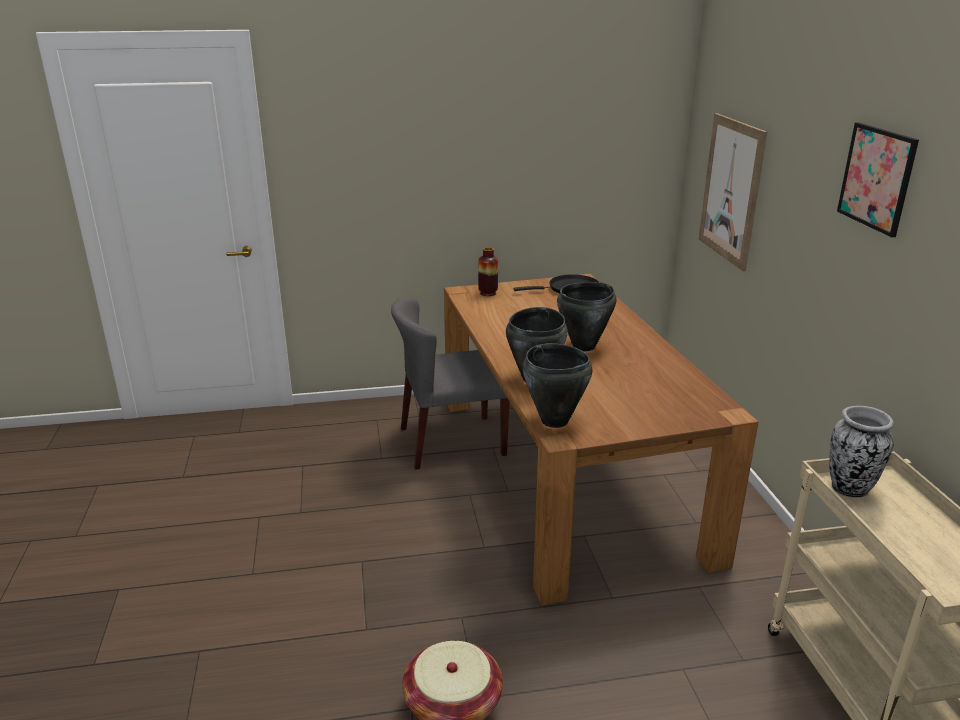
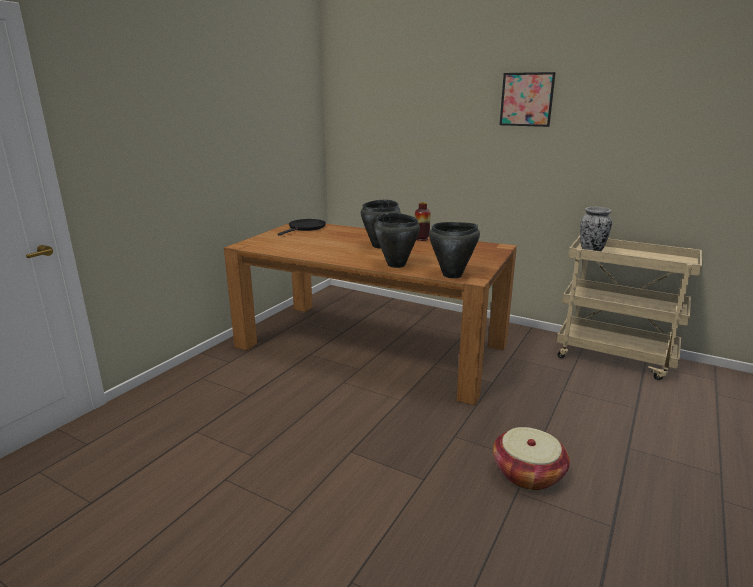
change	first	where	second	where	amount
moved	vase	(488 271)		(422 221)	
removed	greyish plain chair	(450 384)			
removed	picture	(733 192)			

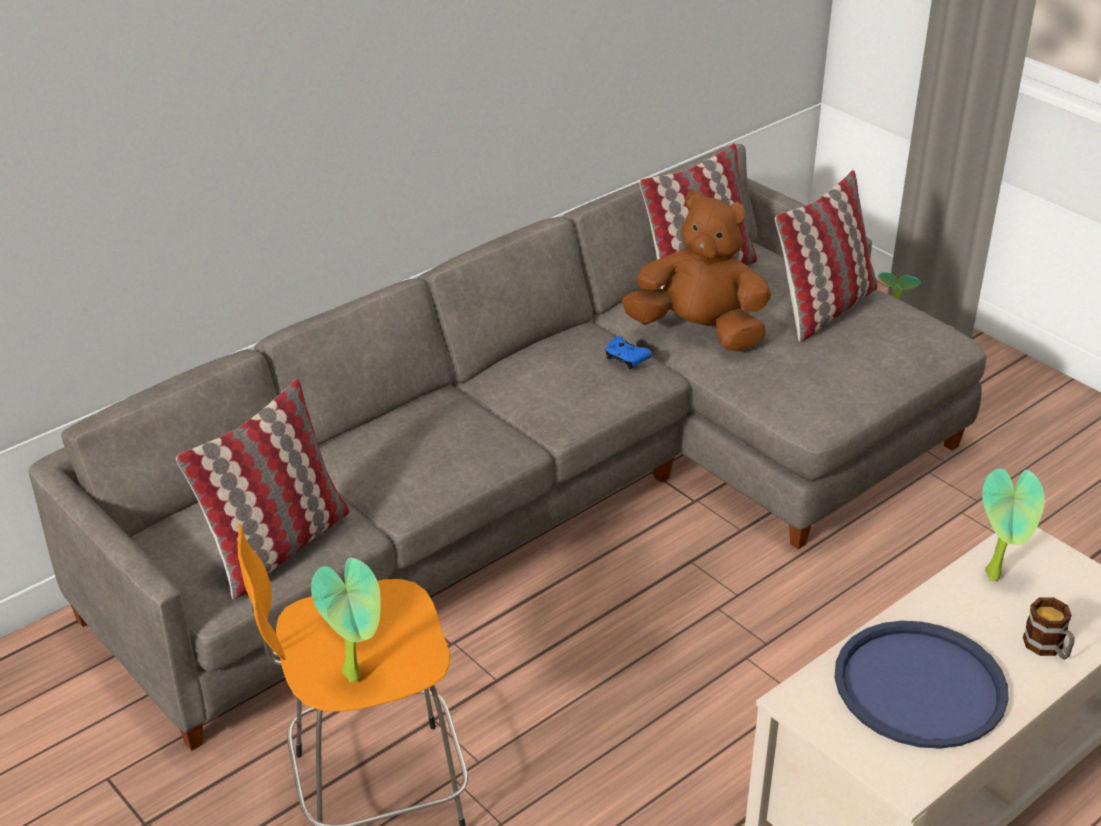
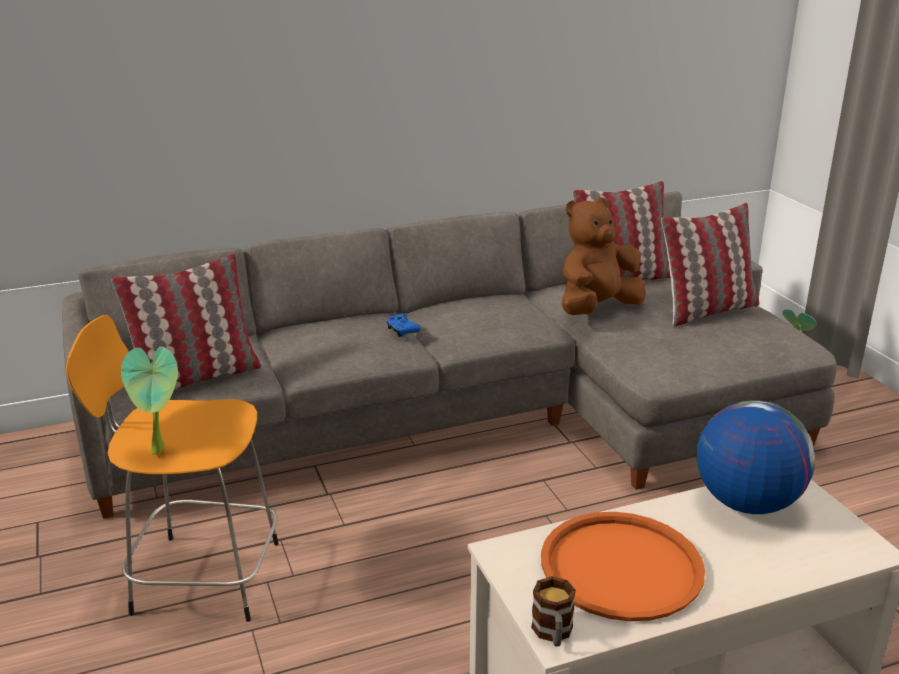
change	first	where	second	where	amount
moved	bluish game controller	(628 352)		(403 325)	
moved	coffee mug	(1049 628)		(553 611)	
recoloured	bluish tray	(921 685)	orange-coloured tray	(623 566)	
turned	brown-coloured soft toy	(696 271)		(603 256)	75 degrees counterclockwise
replaced	potted plant	(1013 524)	globe	(756 457)	

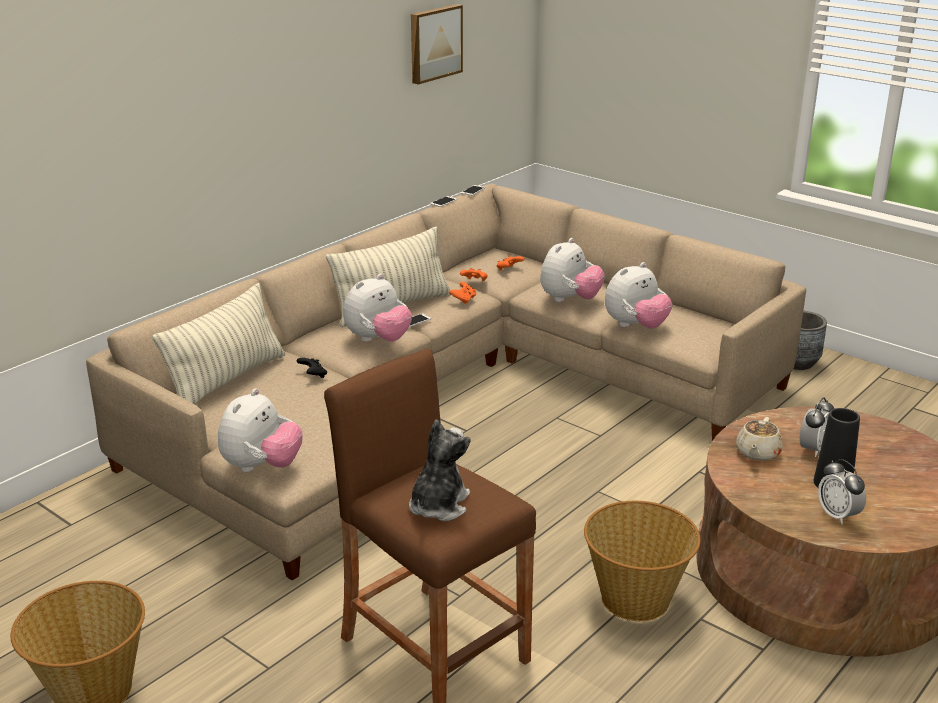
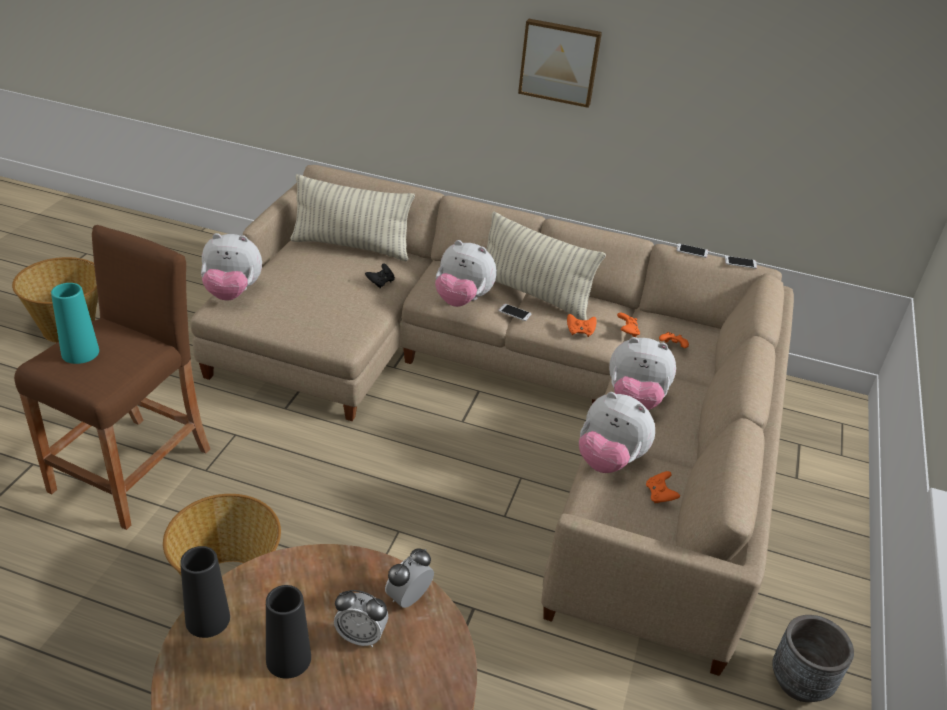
change	first	where	second	where	amount
replaced	soft toy	(440 470)	blue-green vase	(75 323)	
added			black vase	(205 592)	
moved	alarm clock	(842 492)		(409 578)	
moved	picture	(437 44)		(560 63)	
added			orange-coloured game controller	(663 487)	
removed	beige pot for tea	(759 439)			

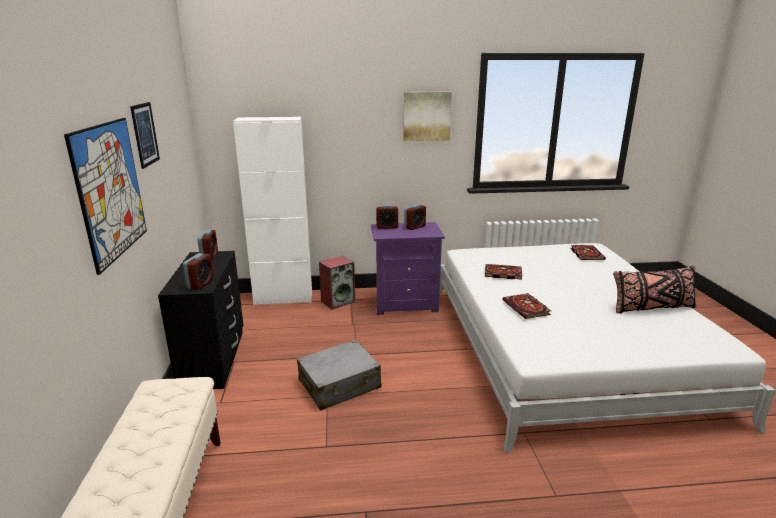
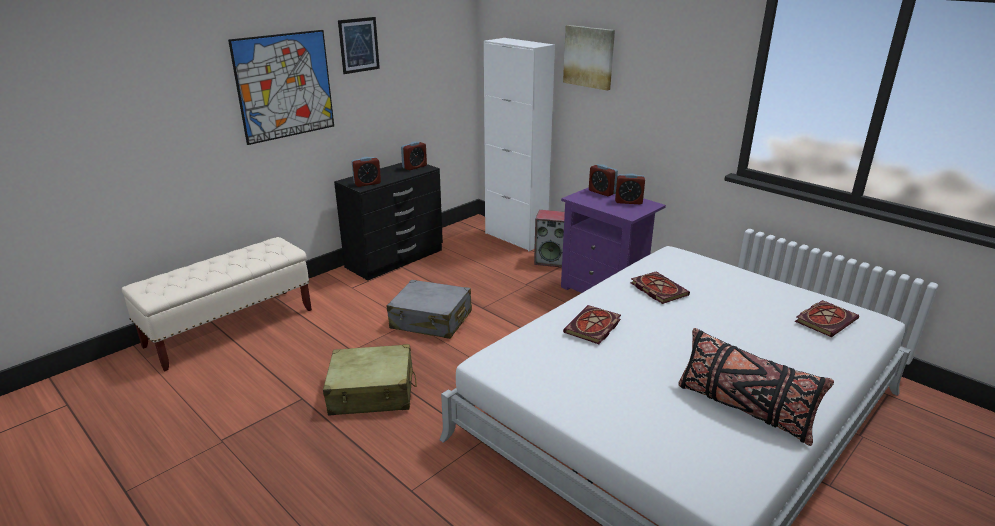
change	first	where	second	where	amount
added			beige piece of luggage	(370 380)	
moved	picture	(427 116)		(589 57)	

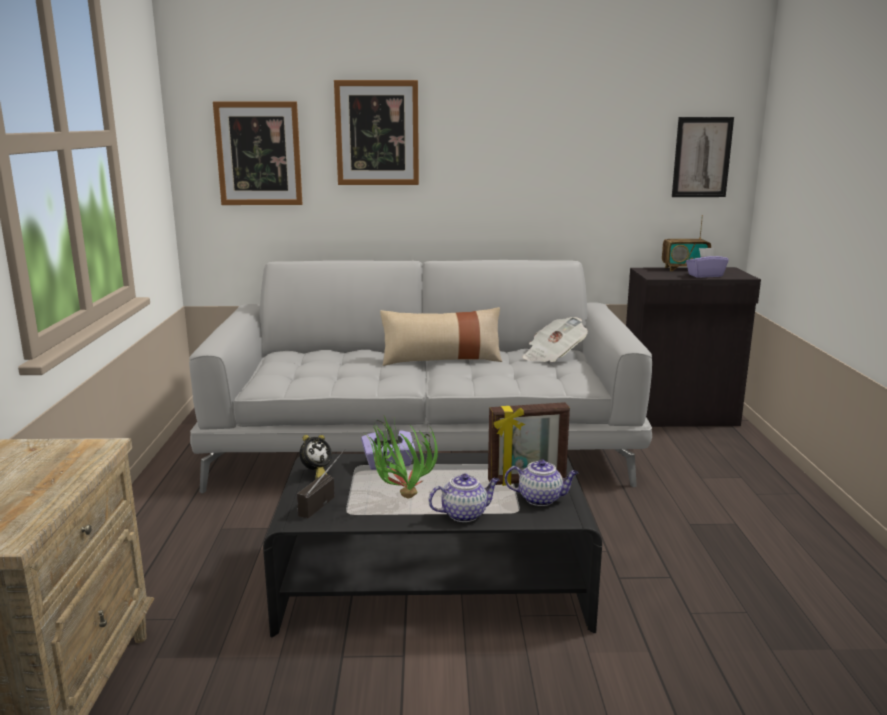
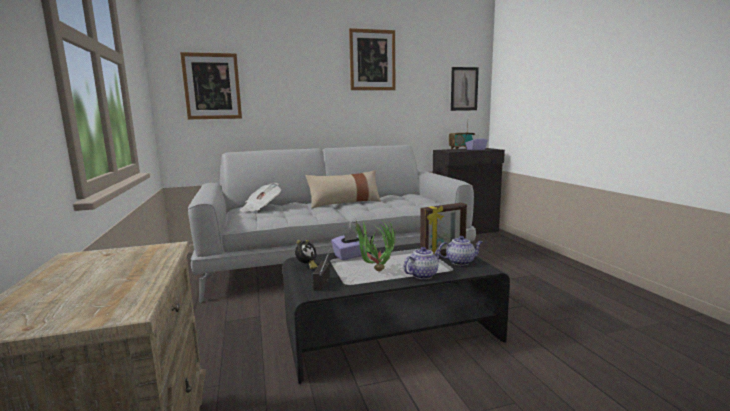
change	first	where	second	where	amount
moved	newspaper	(555 339)		(260 197)	
moved	picture	(376 132)		(372 59)	

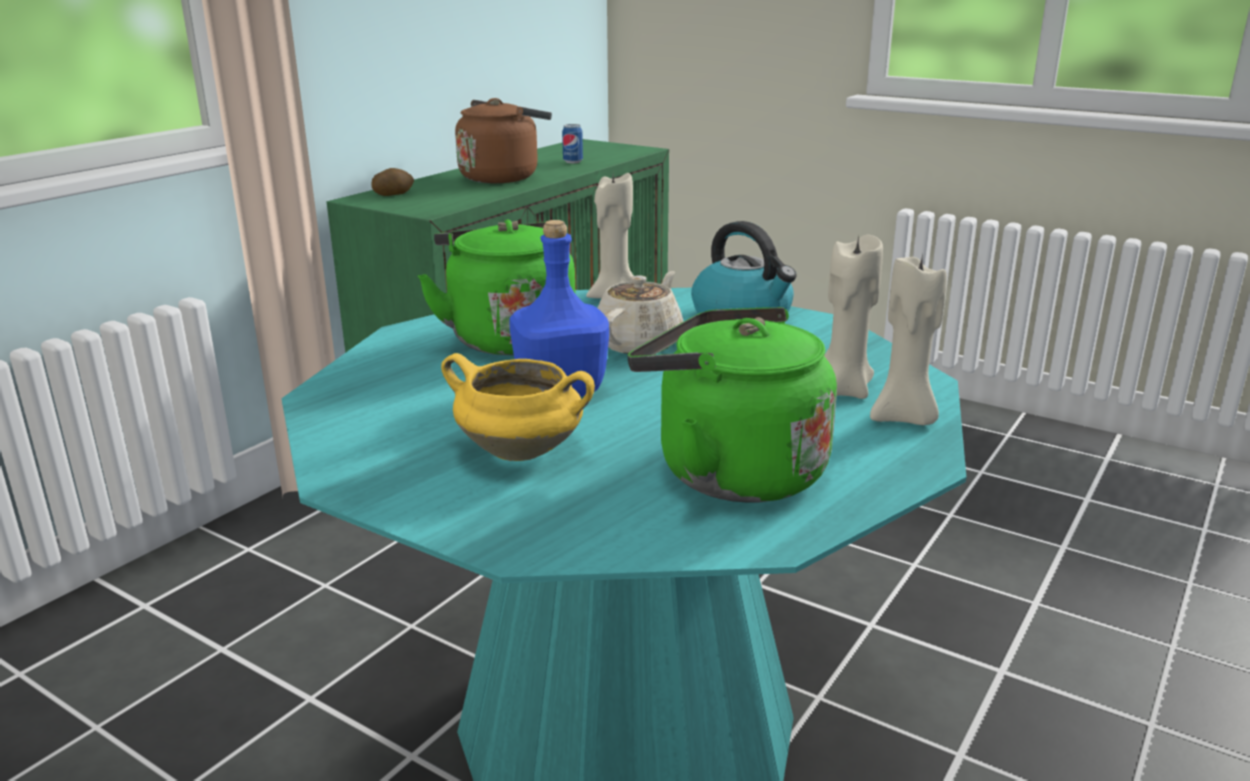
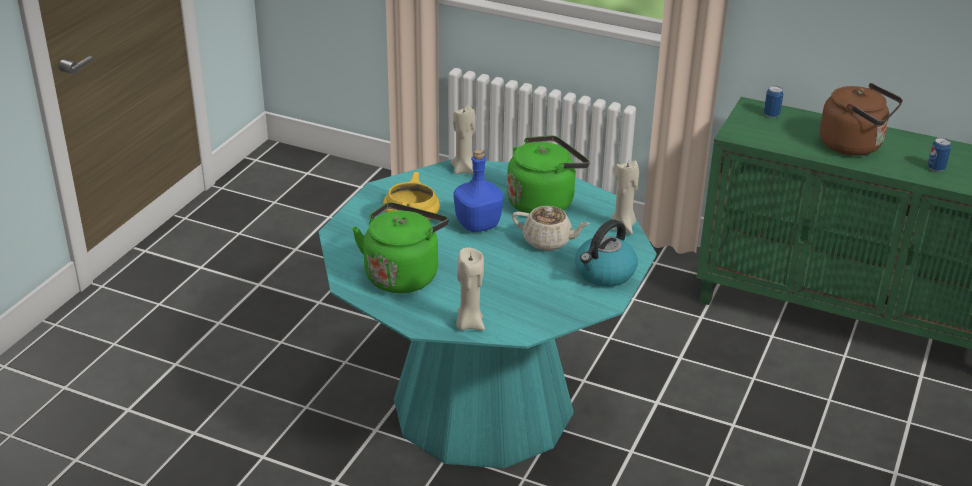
change	first	where	second	where	amount
moved	beige wax candle	(853 317)		(462 139)	
replaced	whole potato	(392 182)	metal can	(773 102)	

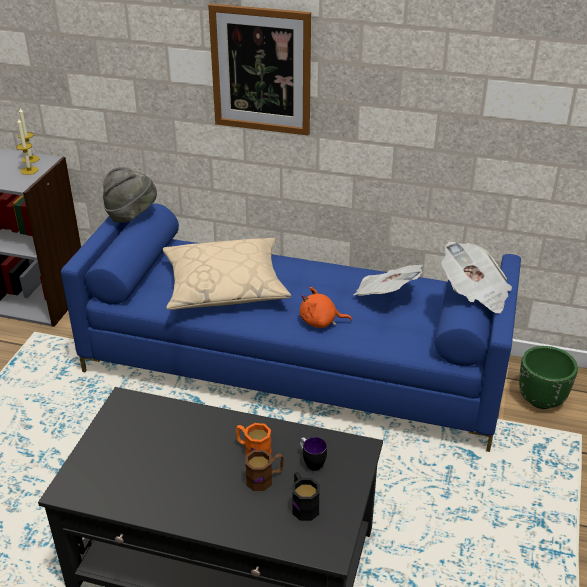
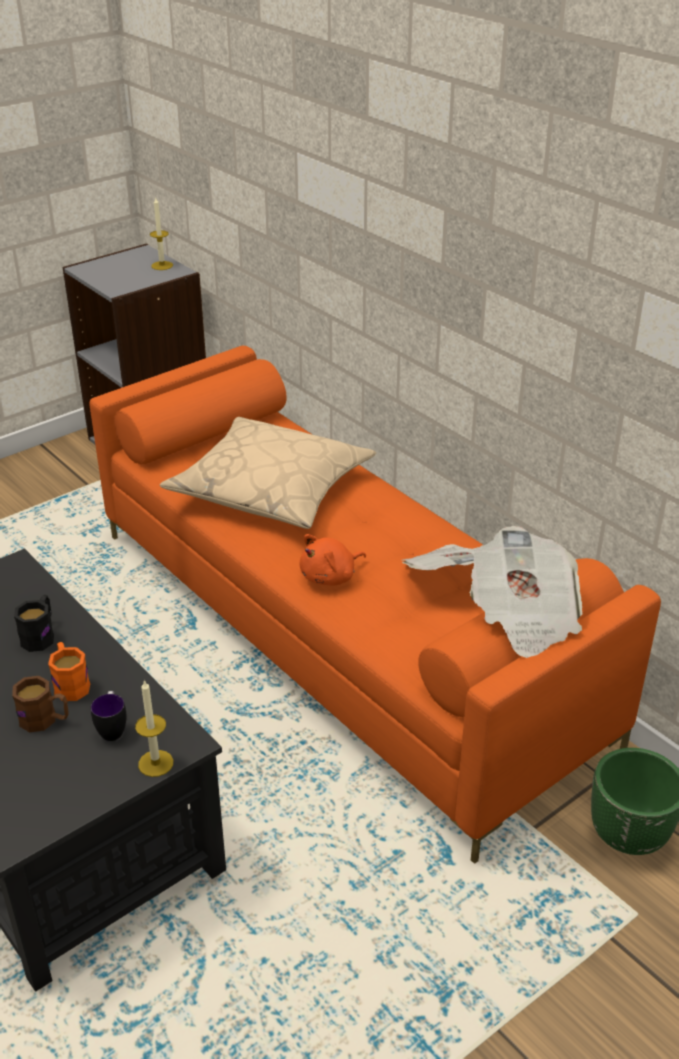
change	first	where	second	where	amount
moved	black coffee mug	(306 496)		(34 623)	
recoloured	bluish settee	(291 327)	orange-coloured settee	(375 605)	
moved	wax candle	(27 146)		(154 728)	
turned	orange-coloured soft toy	(326 307)		(332 559)	75 degrees counterclockwise
removed	greyish clothing hat	(130 195)			
removed	picture	(259 69)			

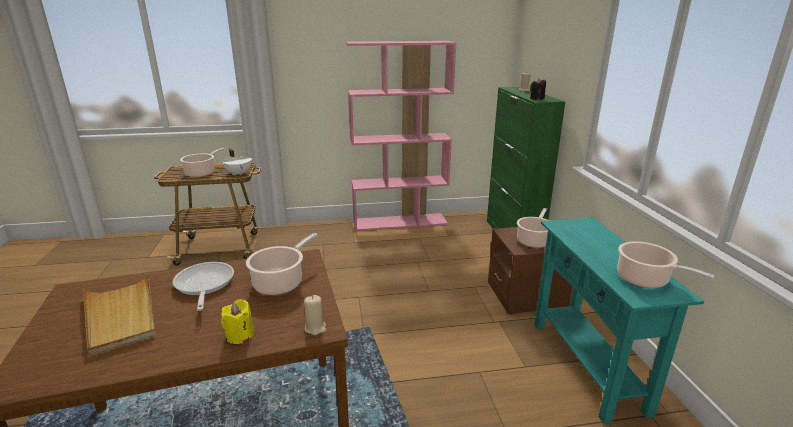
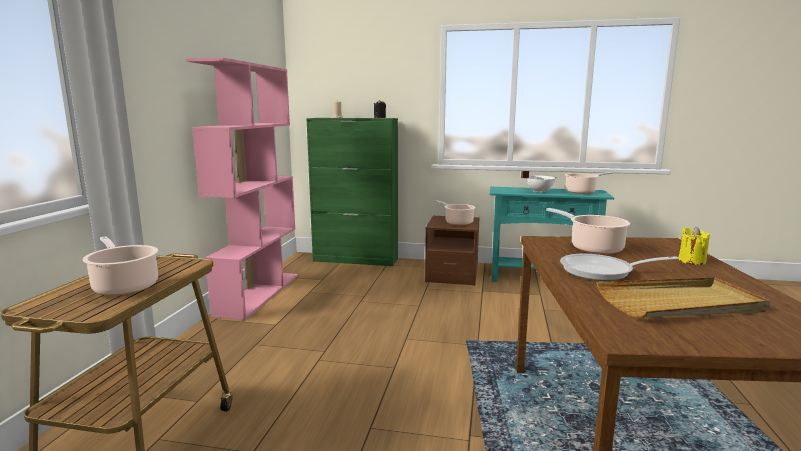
change	first	where	second	where	amount
moved	white cooking pot	(237 162)		(538 182)	
removed	beige wax candle	(315 315)			

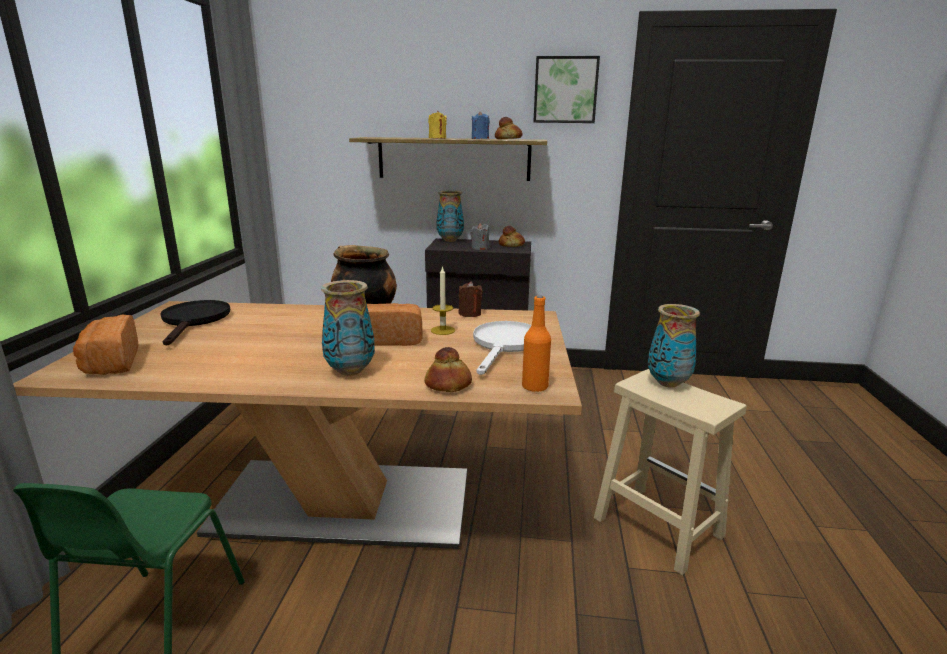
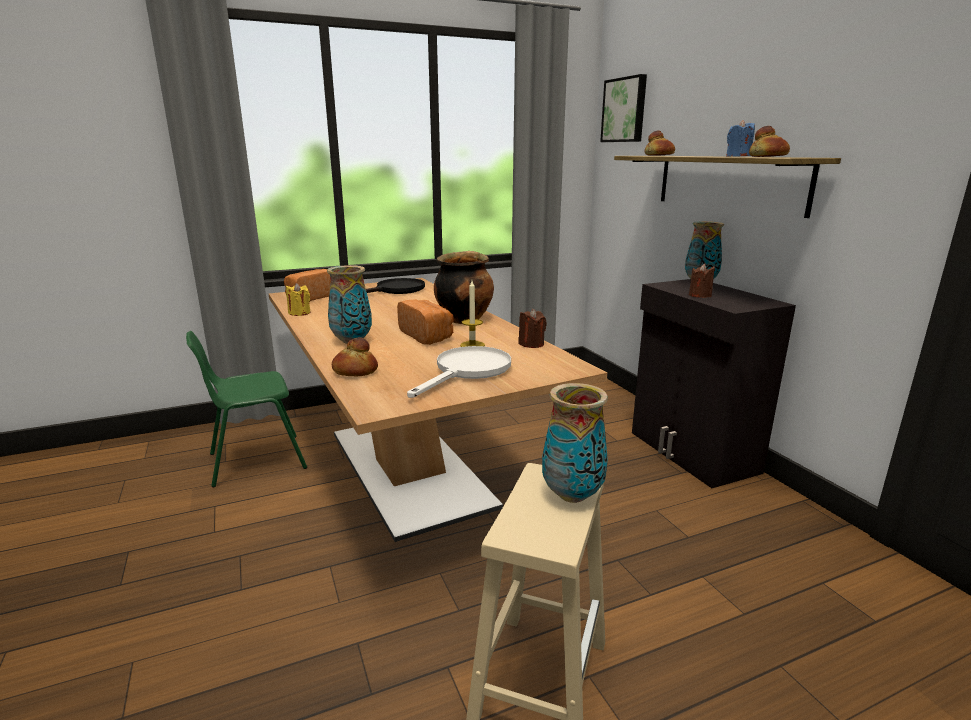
change	first	where	second	where	amount
moved	yellow-coloured wax candle	(437 125)		(298 299)	
turned	white skillet	(502 348)		(459 372)	45 degrees counterclockwise
moved	picture	(566 89)		(623 108)	
moved	bread	(512 236)		(660 143)	
recoloured	greyish wax candle	(479 236)	brown-coloured wax candle	(702 281)	
removed	orange-coloured beverage bottle	(536 344)			

